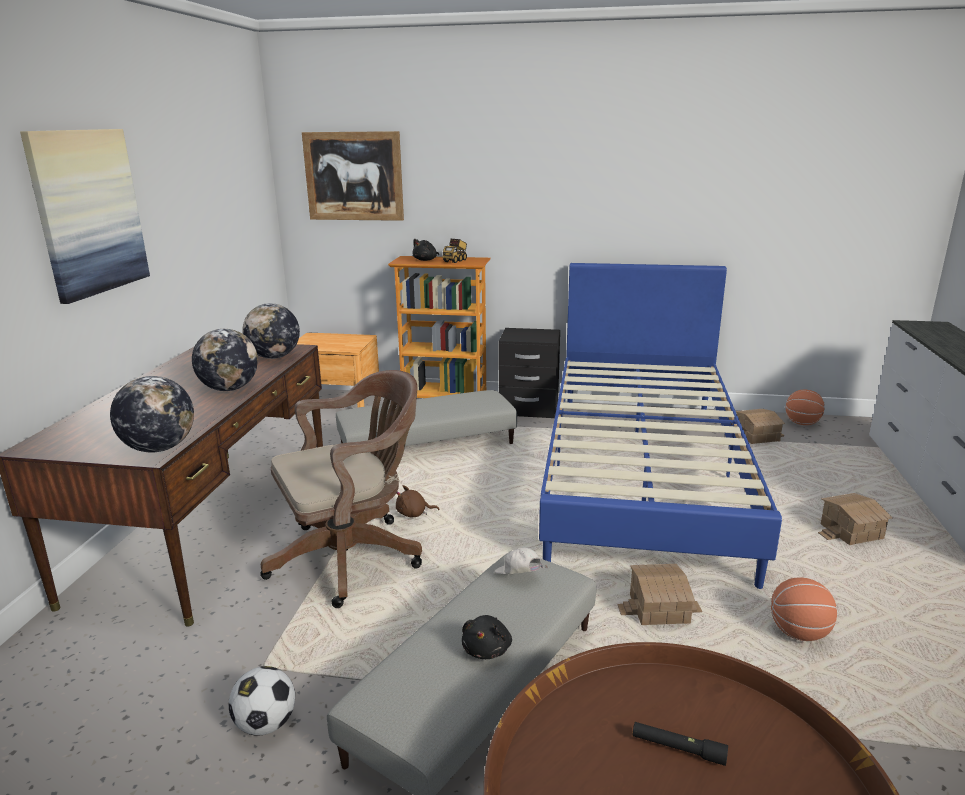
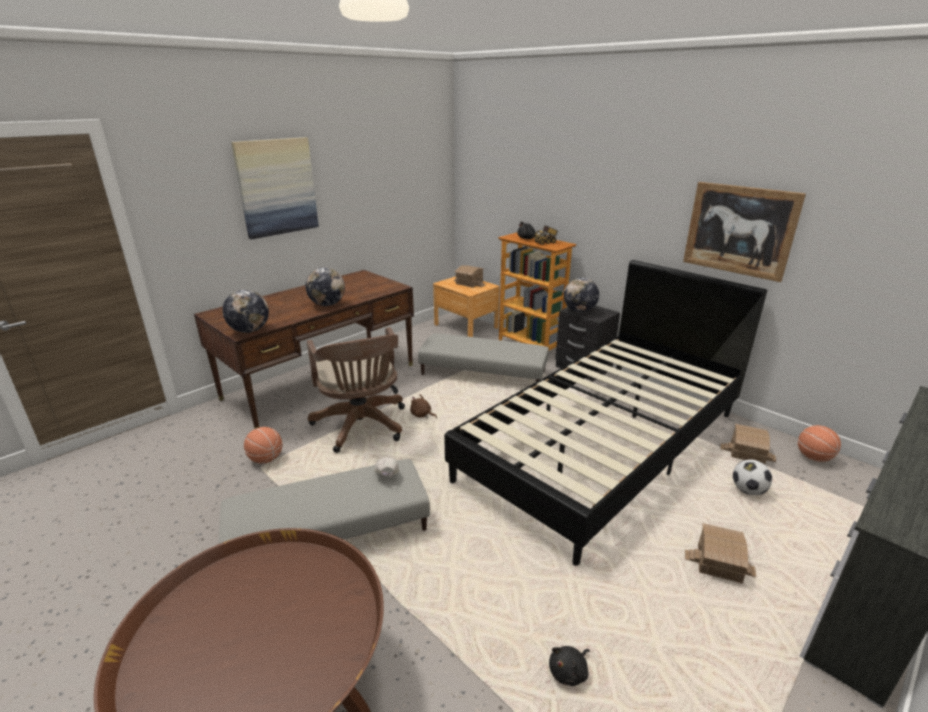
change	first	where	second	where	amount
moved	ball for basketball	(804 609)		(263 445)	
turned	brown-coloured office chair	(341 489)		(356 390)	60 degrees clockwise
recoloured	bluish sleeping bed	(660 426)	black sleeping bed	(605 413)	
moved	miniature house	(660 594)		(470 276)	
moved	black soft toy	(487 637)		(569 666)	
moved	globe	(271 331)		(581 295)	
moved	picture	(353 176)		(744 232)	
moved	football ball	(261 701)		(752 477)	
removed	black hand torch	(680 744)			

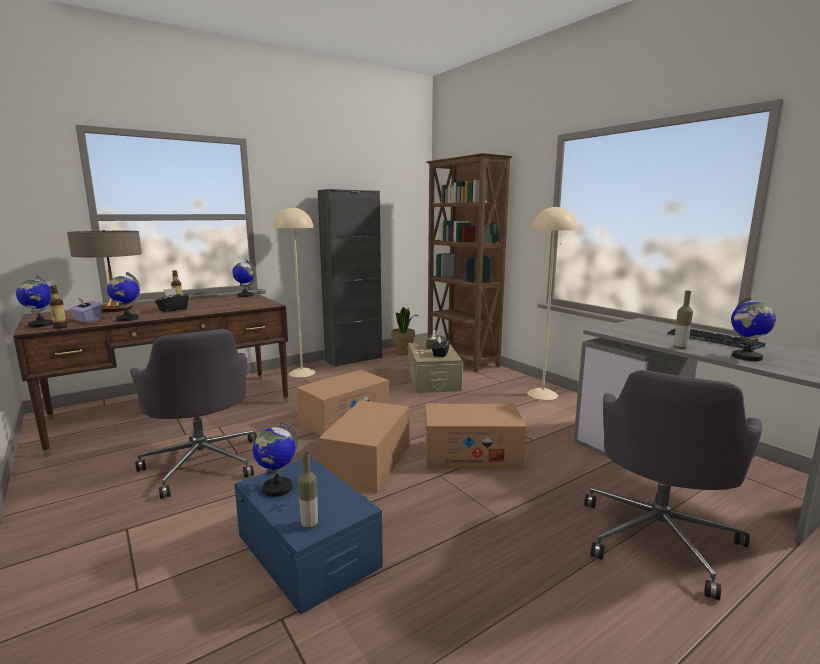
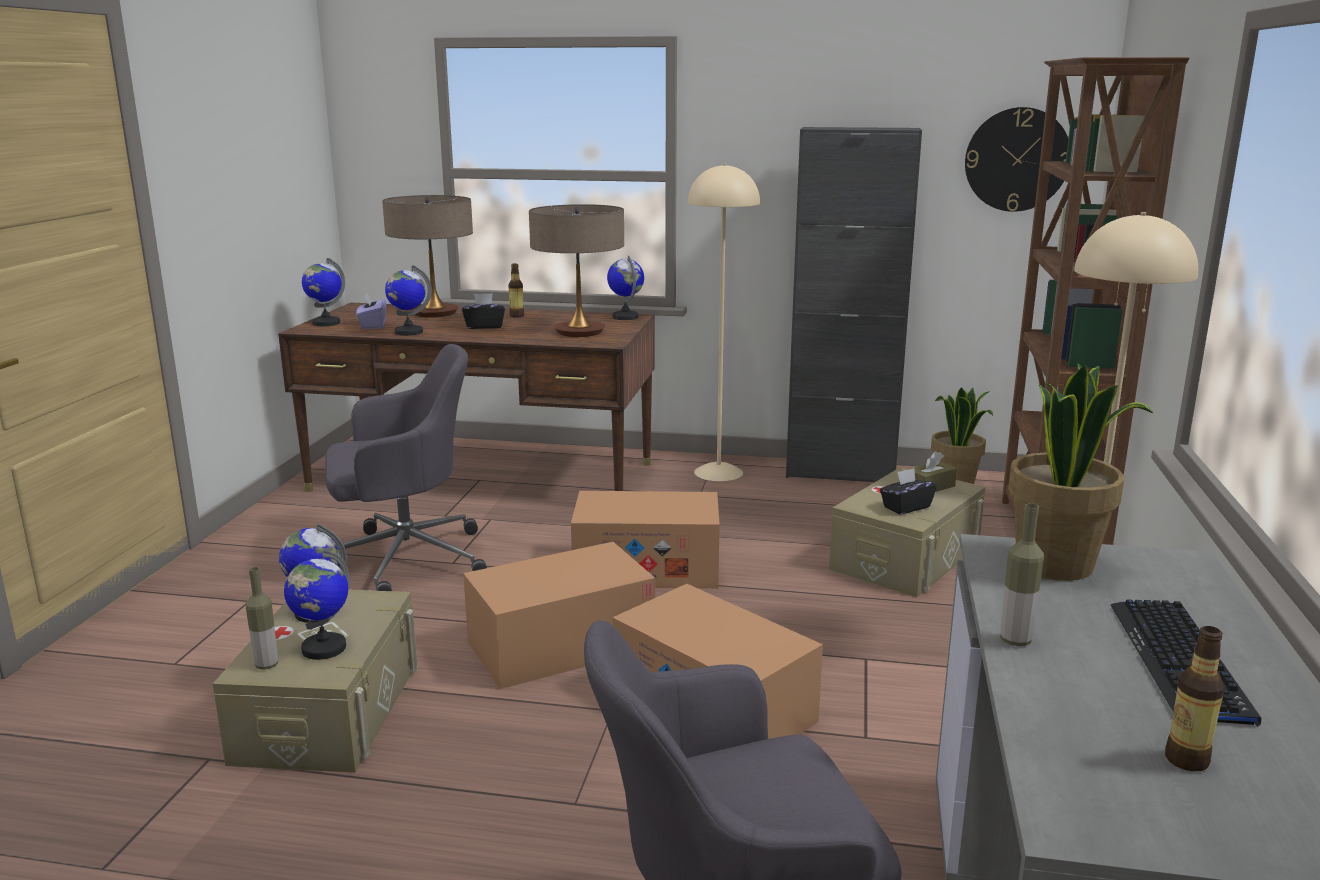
change	first	where	second	where	amount
recoloured	bluish storage bin	(308 535)	beige storage bin	(315 681)	
moved	globe	(753 328)		(317 605)	
turned	greyish office chair	(193 414)		(406 467)	120 degrees counterclockwise
added			lamp for a table	(576 270)	
added			hanging clock	(1016 159)	
added			potted plant	(1081 472)	
moved	beverage bottle	(58 307)		(1195 699)	

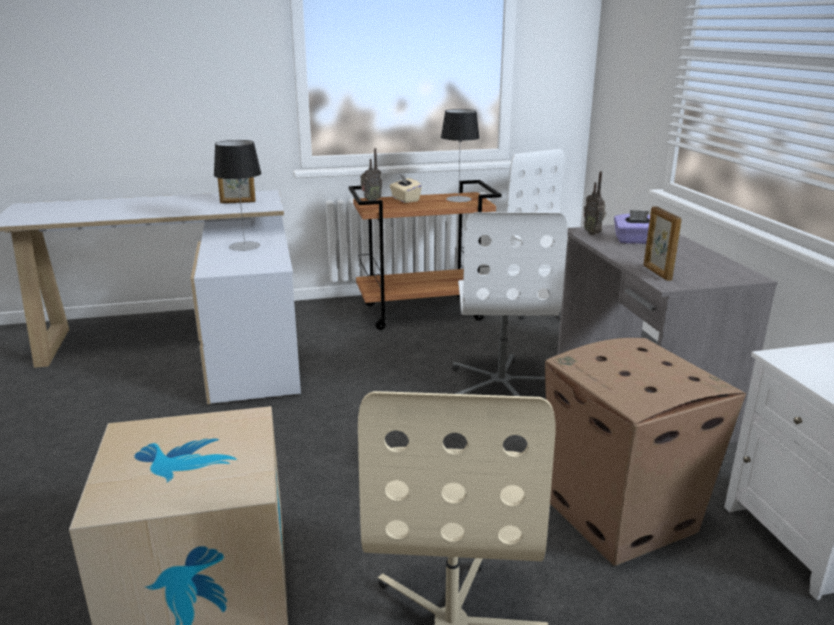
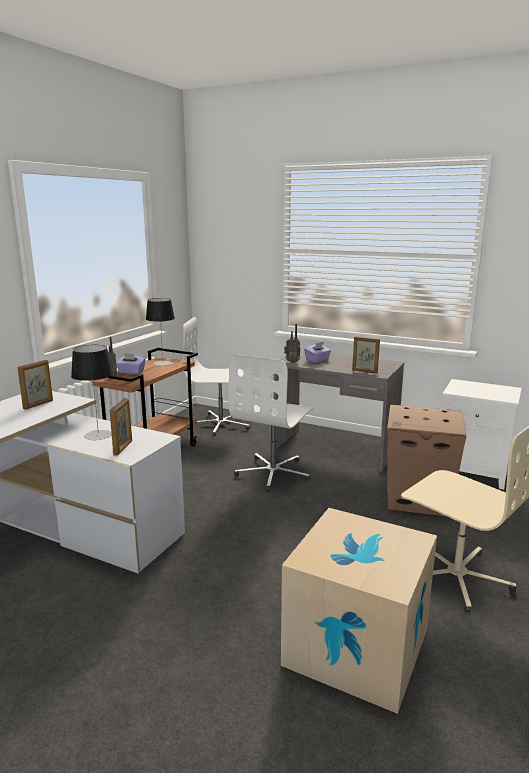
change	first	where	second	where	amount
added			standing frame	(121 427)	
recoloured	beige tissue holder	(405 188)	purplish tissue holder	(131 363)	
turned	white office chair	(510 304)		(271 422)	75 degrees clockwise

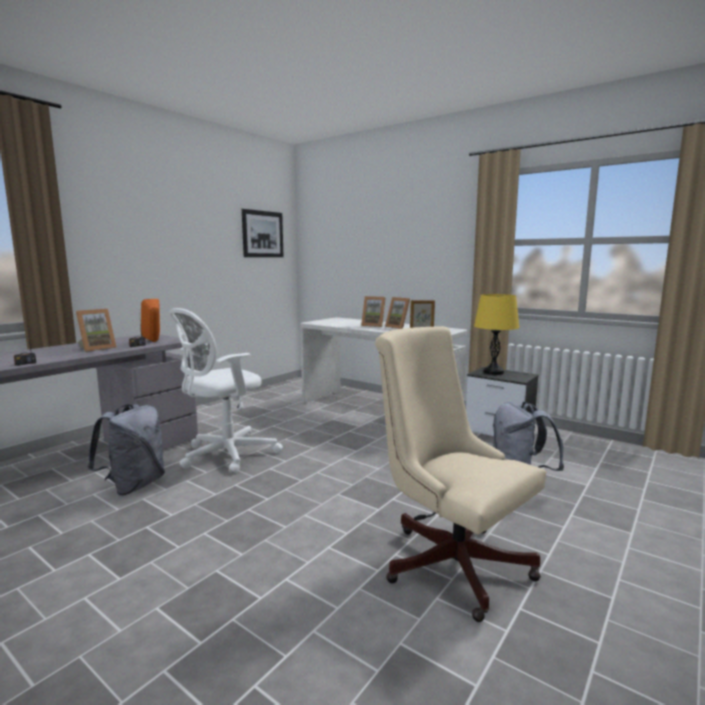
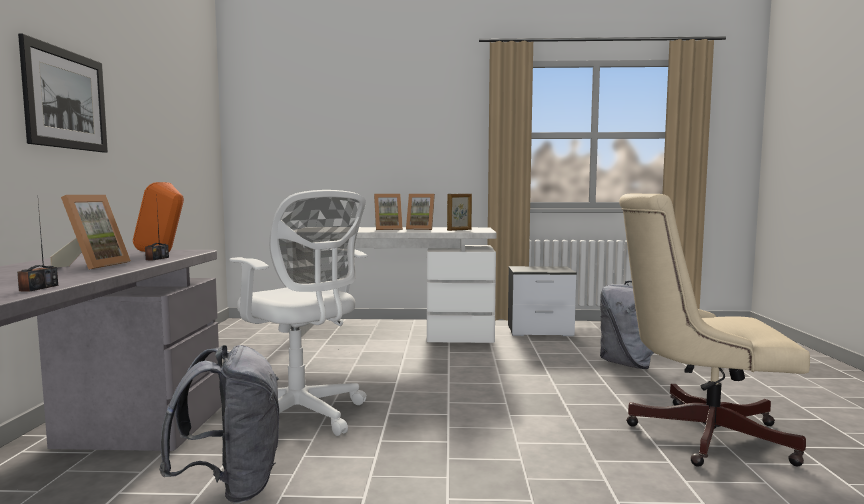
change	first	where	second	where	amount
moved	picture	(263 233)		(63 93)	
turned	white office chair	(226 390)		(298 313)	60 degrees counterclockwise
removed	yellow-coloured lamp for a table	(496 334)			

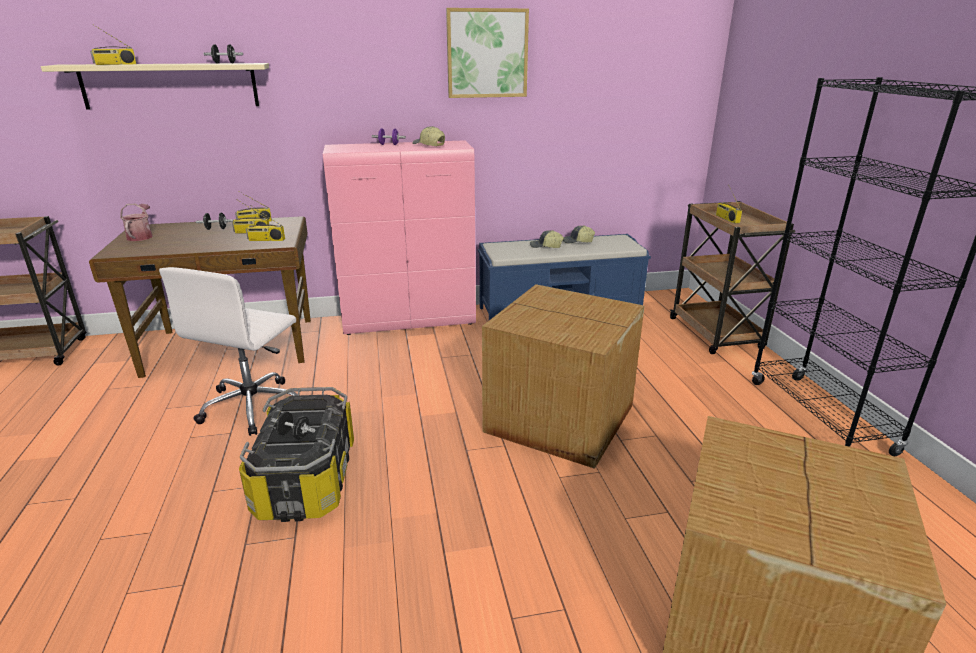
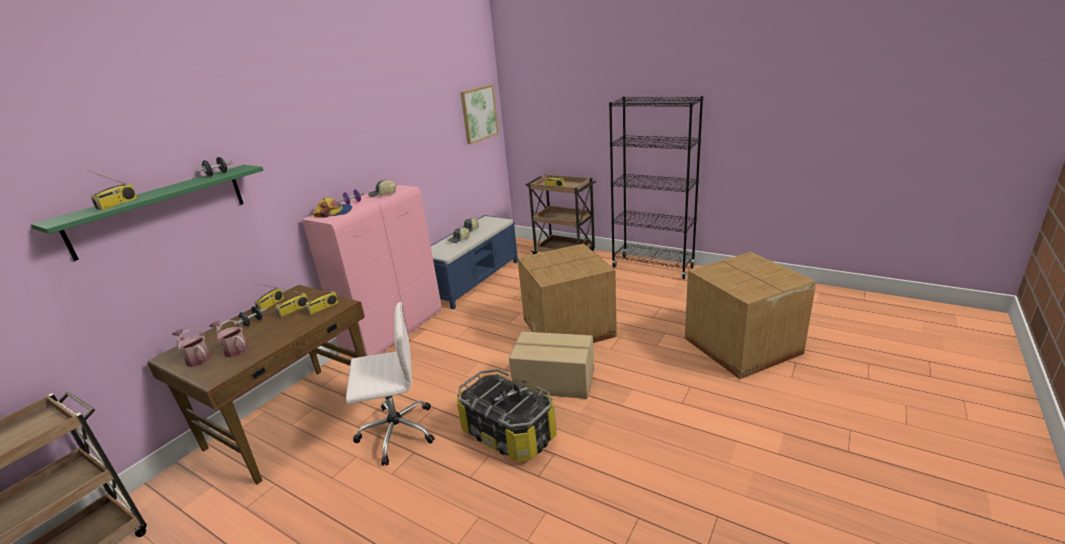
change	first	where	second	where	amount
recoloured	beige bracket shelf	(155 86)	green bracket shelf	(147 213)	
added			watering can	(229 338)	
added			cap	(332 207)	
turned	white office chair	(228 351)		(390 384)	75 degrees counterclockwise
moved	picture	(487 53)		(479 114)	
added			packing box	(551 365)	

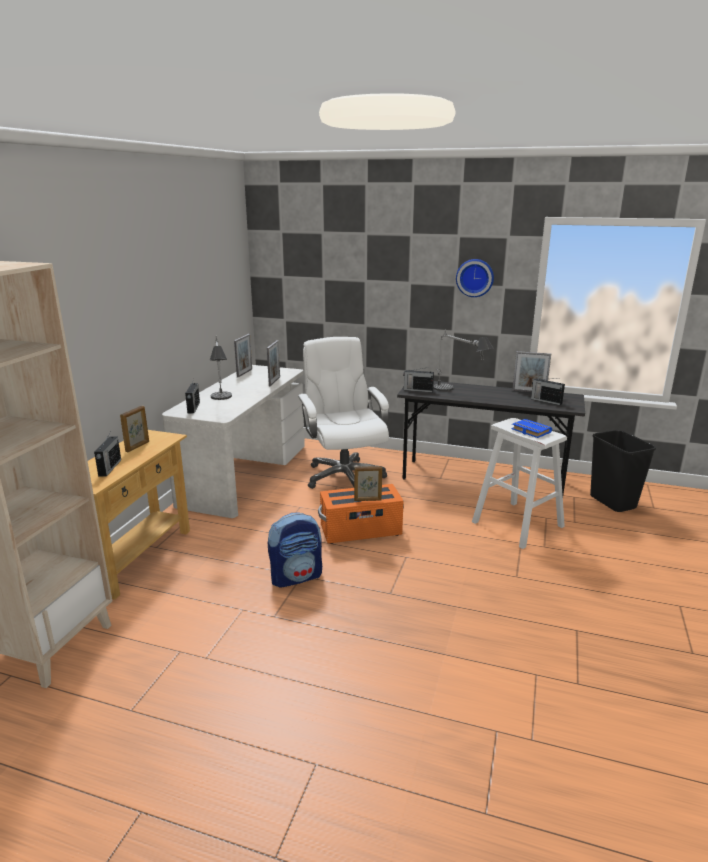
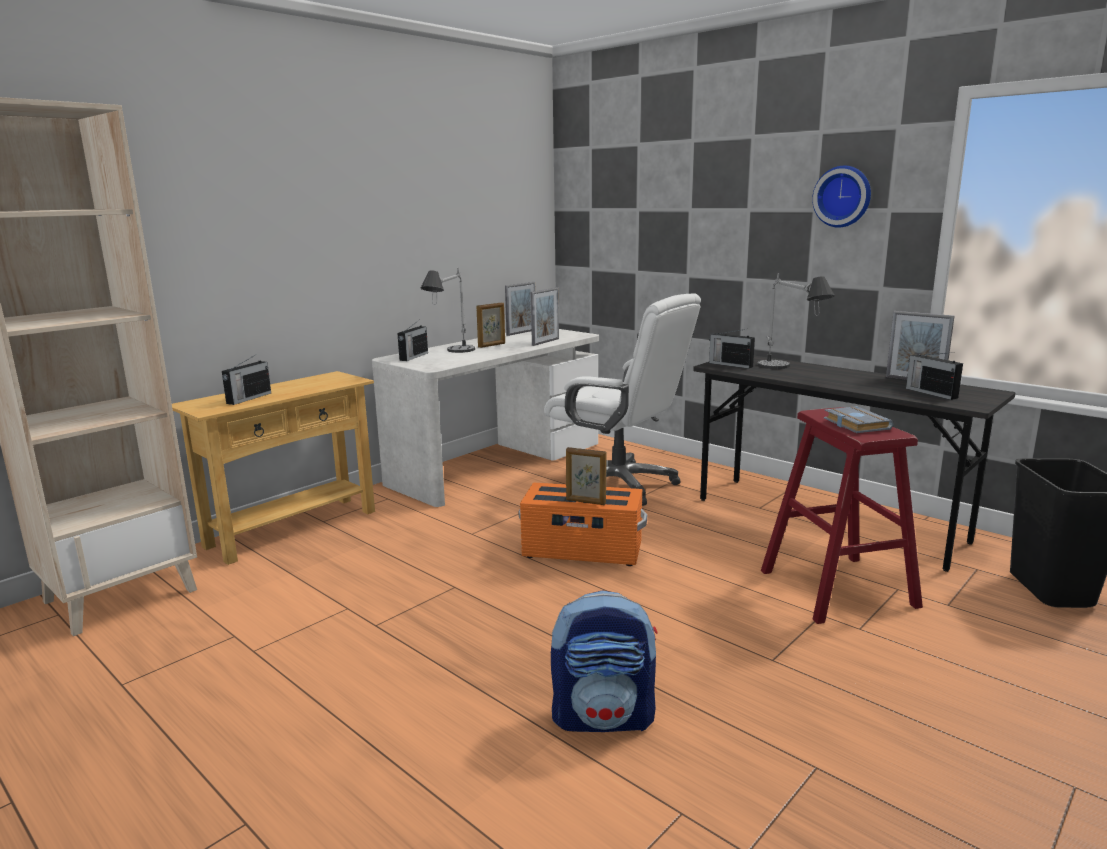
change	first	where	second	where	amount
moved	standing frame	(134 429)		(490 325)	
turned	white office chair	(343 413)		(622 399)	120 degrees clockwise
moved	backpack	(295 549)		(604 661)	
recoloured	white stool seat	(519 483)	red stool seat	(842 515)	
recoloured	bluish bound book	(531 428)	greyish bound book	(859 419)	

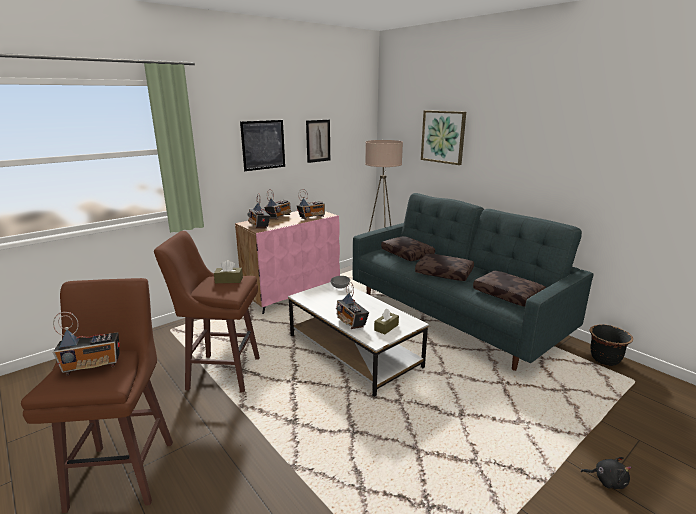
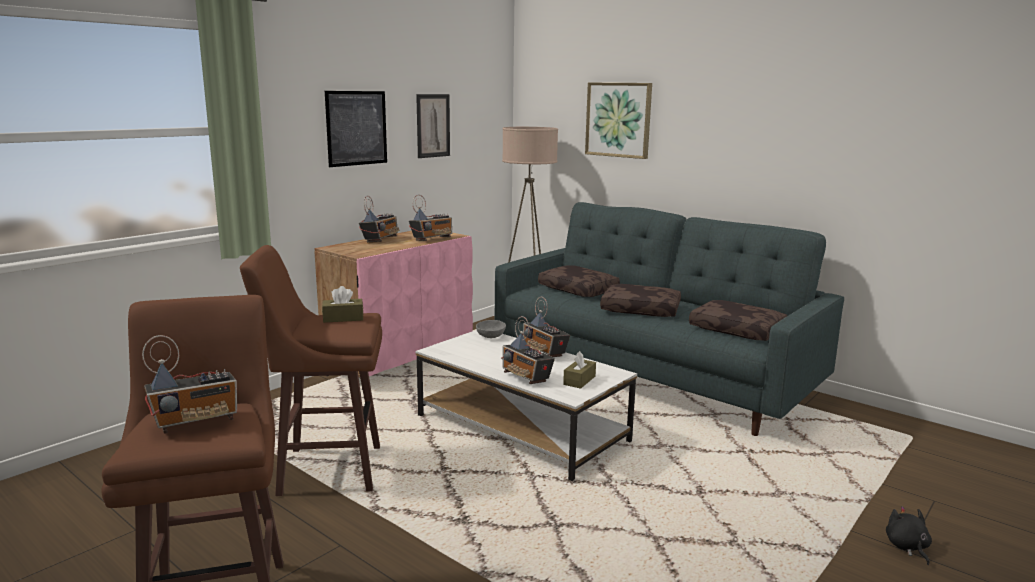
change	first	where	second	where	amount
moved	radio	(259 211)		(546 327)	
turned	black soft toy	(606 473)		(909 535)	105 degrees counterclockwise
removed	black plant pot	(611 345)			

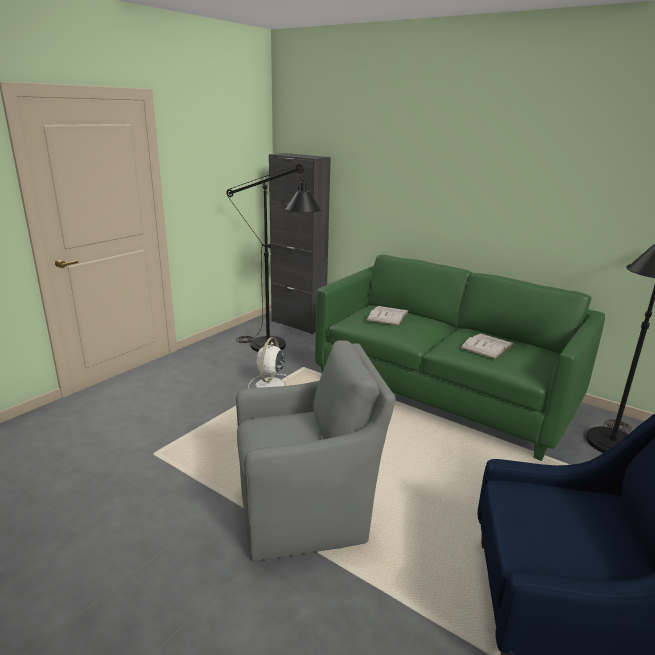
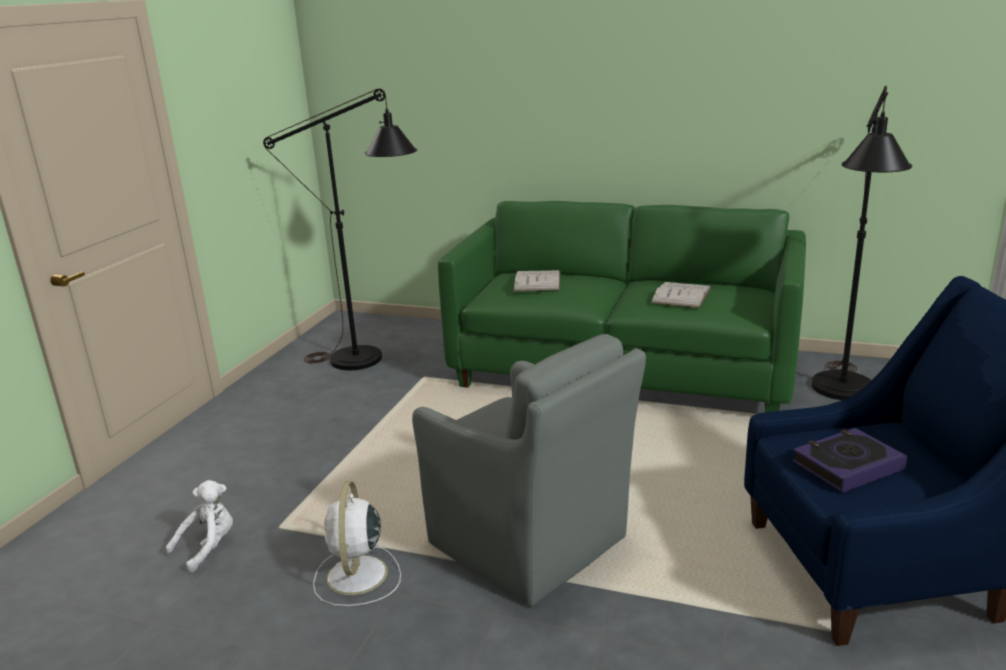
change	first	where	second	where	amount
added			white soft toy	(199 526)	
moved	white electric fan	(269 362)		(357 543)	
turned	greyish lounge chair	(316 450)		(529 470)	75 degrees clockwise
added			bound book	(849 460)	
removed	black cupboard	(300 243)			

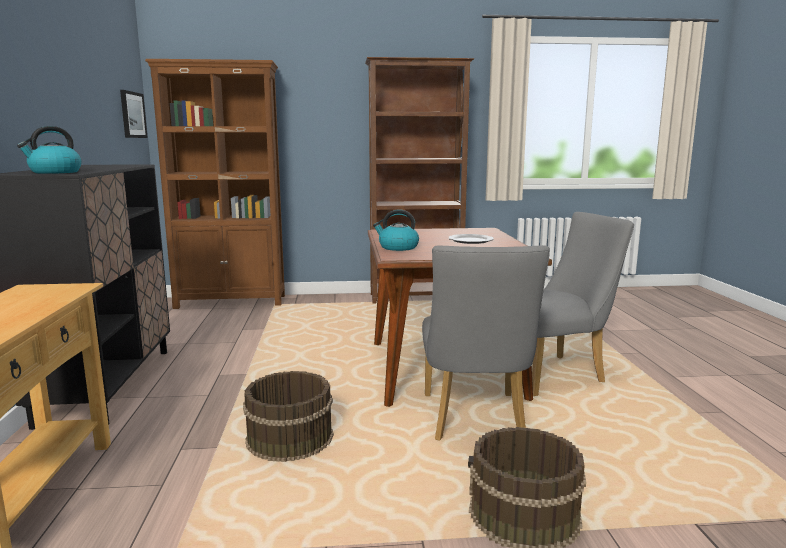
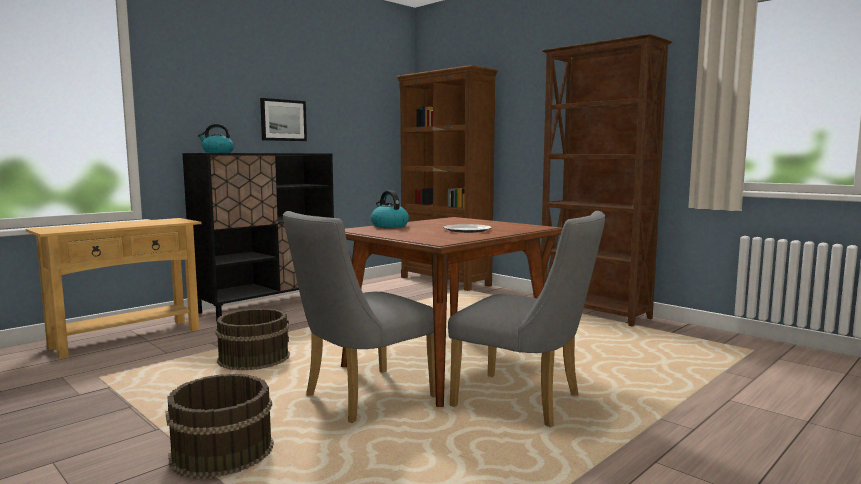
change	first	where	second	where	amount
moved	picture	(134 114)		(283 119)	

